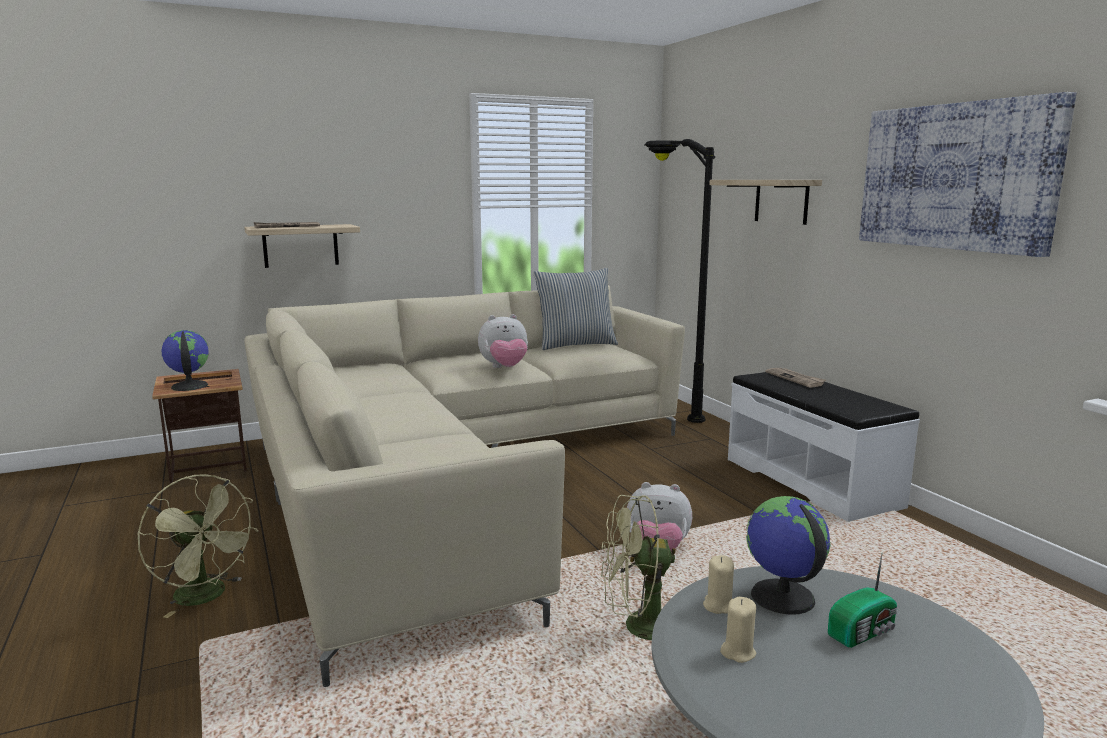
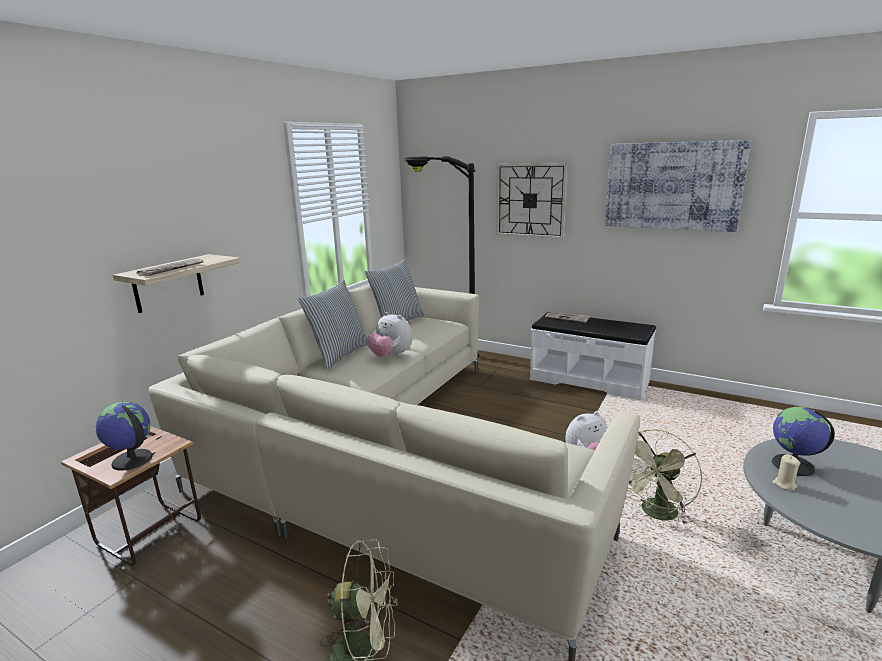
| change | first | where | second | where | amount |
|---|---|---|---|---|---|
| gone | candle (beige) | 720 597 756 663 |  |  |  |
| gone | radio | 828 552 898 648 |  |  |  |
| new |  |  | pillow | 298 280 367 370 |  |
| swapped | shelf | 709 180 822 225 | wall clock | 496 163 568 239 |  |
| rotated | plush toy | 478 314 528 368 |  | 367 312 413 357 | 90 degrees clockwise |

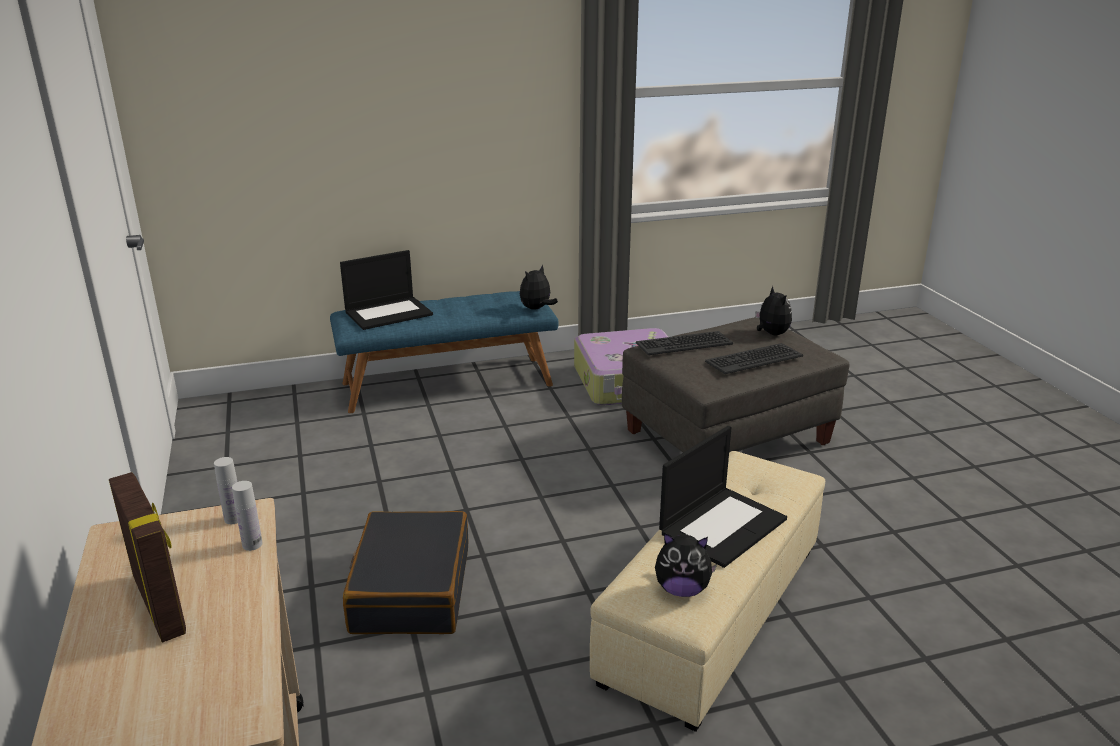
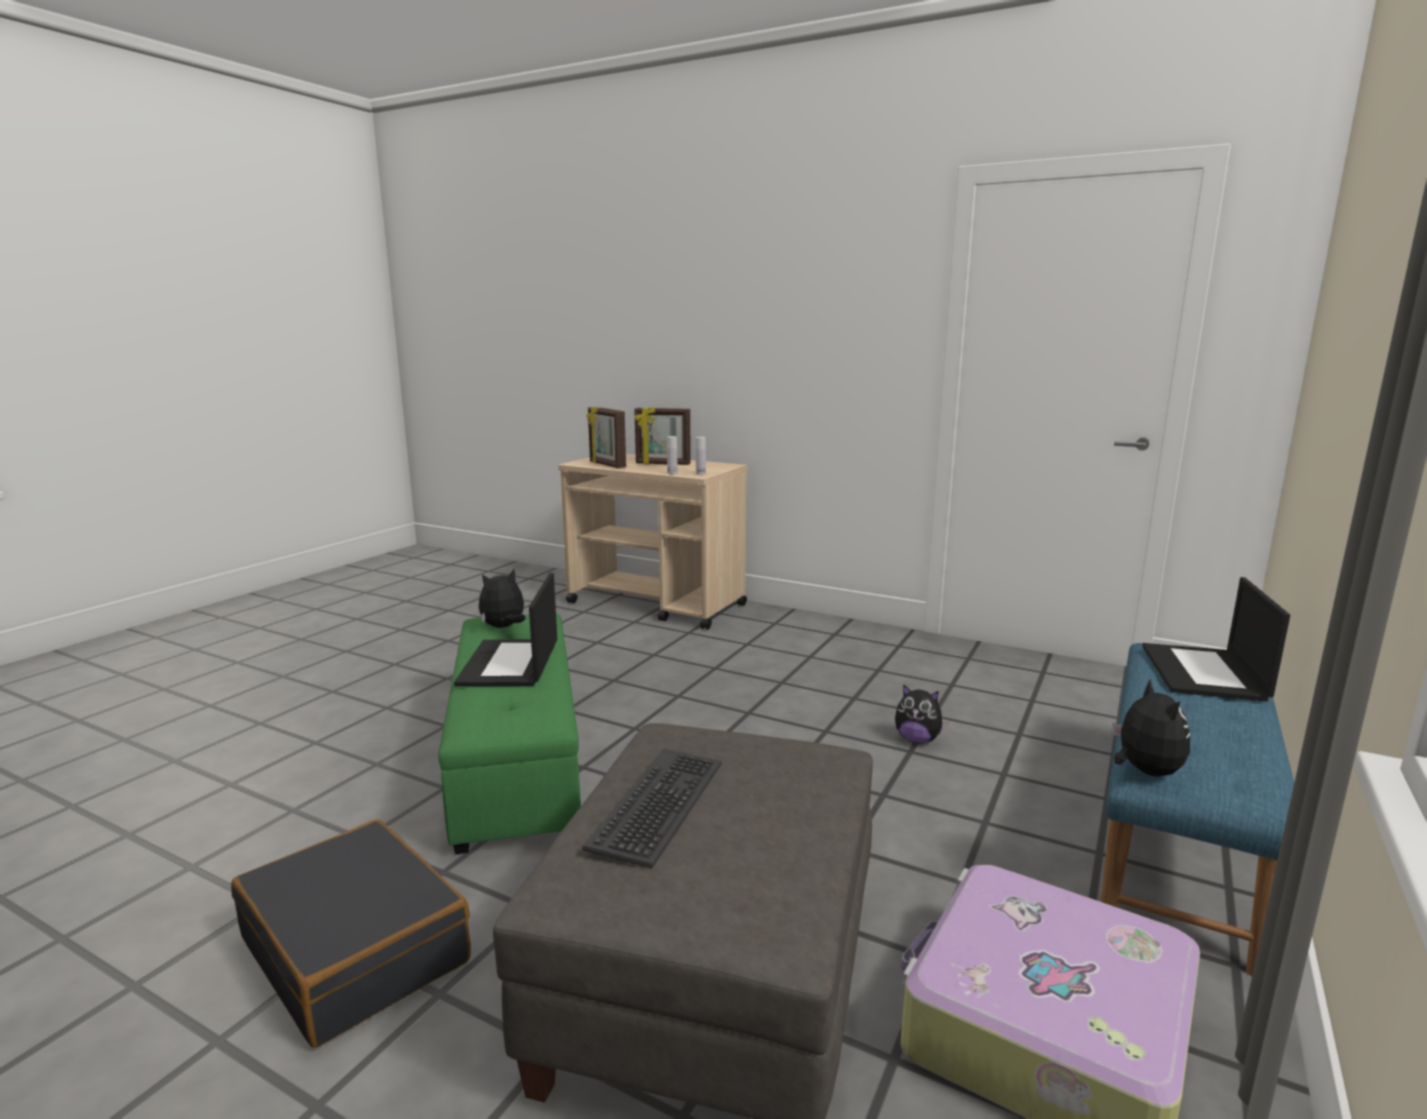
| change | first | where | second | where | amount |
|---|---|---|---|---|---|
| gone | keyboard | 636 331 733 355 |  |  |  |
| new |  |  | picture frame | 586 407 626 468 |  |
| shifted | suitcase (black) | 343 511 468 634 |  | 231 819 471 1048 |  |
| shifted | plush toy | 755 286 792 335 |  | 895 684 949 744 |  |
| repainted | ottoman (beige) | 590 451 825 732 | ottoman (green) | 438 613 581 855 |  |

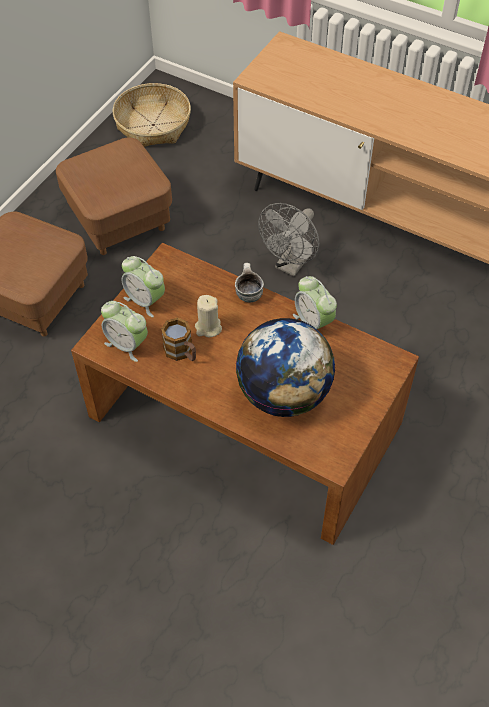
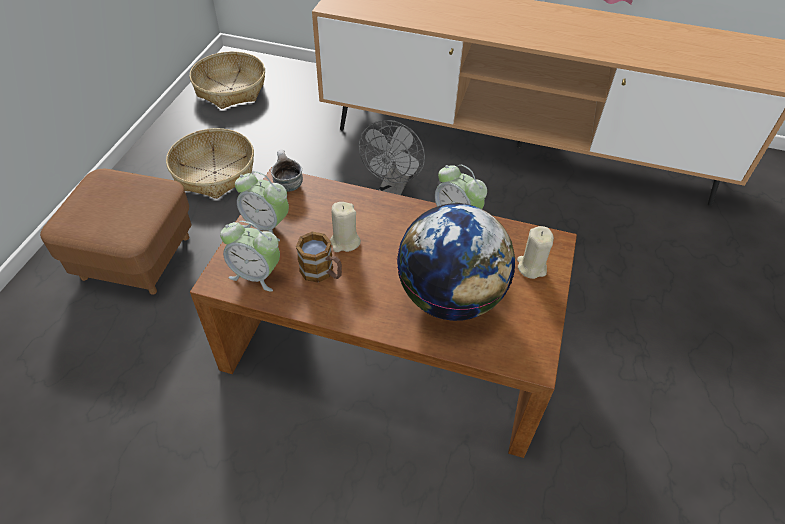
| change | first | where | second | where | amount |
|---|---|---|---|---|---|
| new |  |  | candle (beige) | 517 226 554 279 |  |
| shifted | mug | 235 263 264 303 |  | 271 150 303 192 |  |
| swapped | ottoman (brown) | 56 137 172 255 | basket | 166 128 254 199 |  |

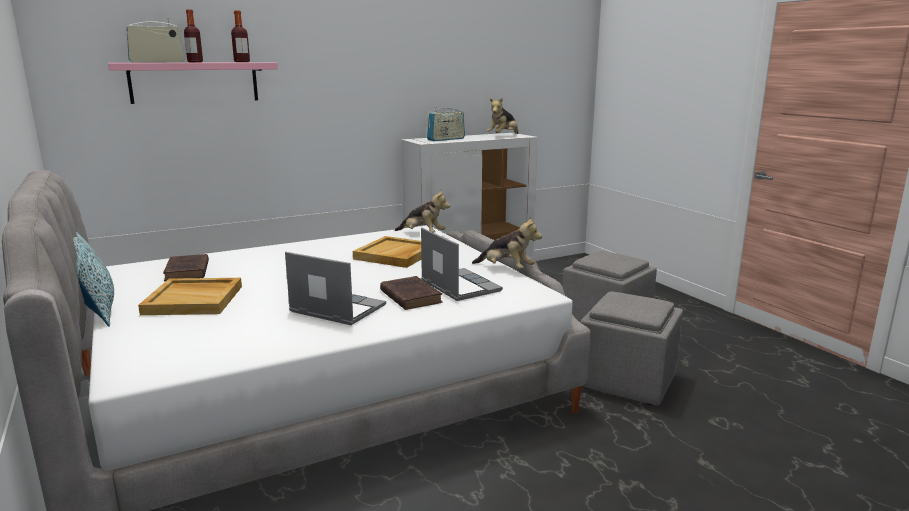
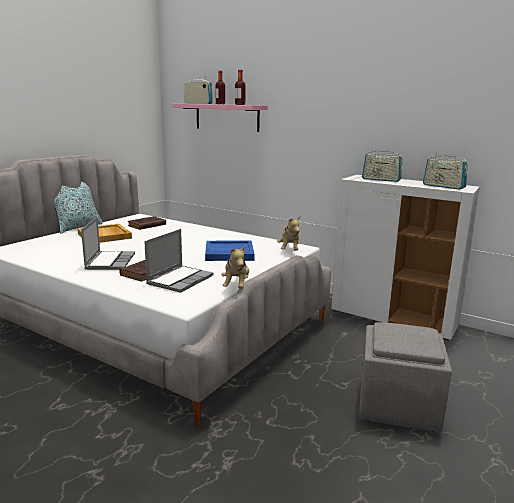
| change | first | where | second | where | amount |
|---|---|---|---|---|---|
| gone | ottoman (grey) | 580 292 683 405 |  |  |  |
| swapped | plush toy | 486 97 518 134 | radio | 423 152 468 190 |  |
| repainted | tray (beige) | 353 236 421 268 | tray (blue) | 205 241 255 261 |  |

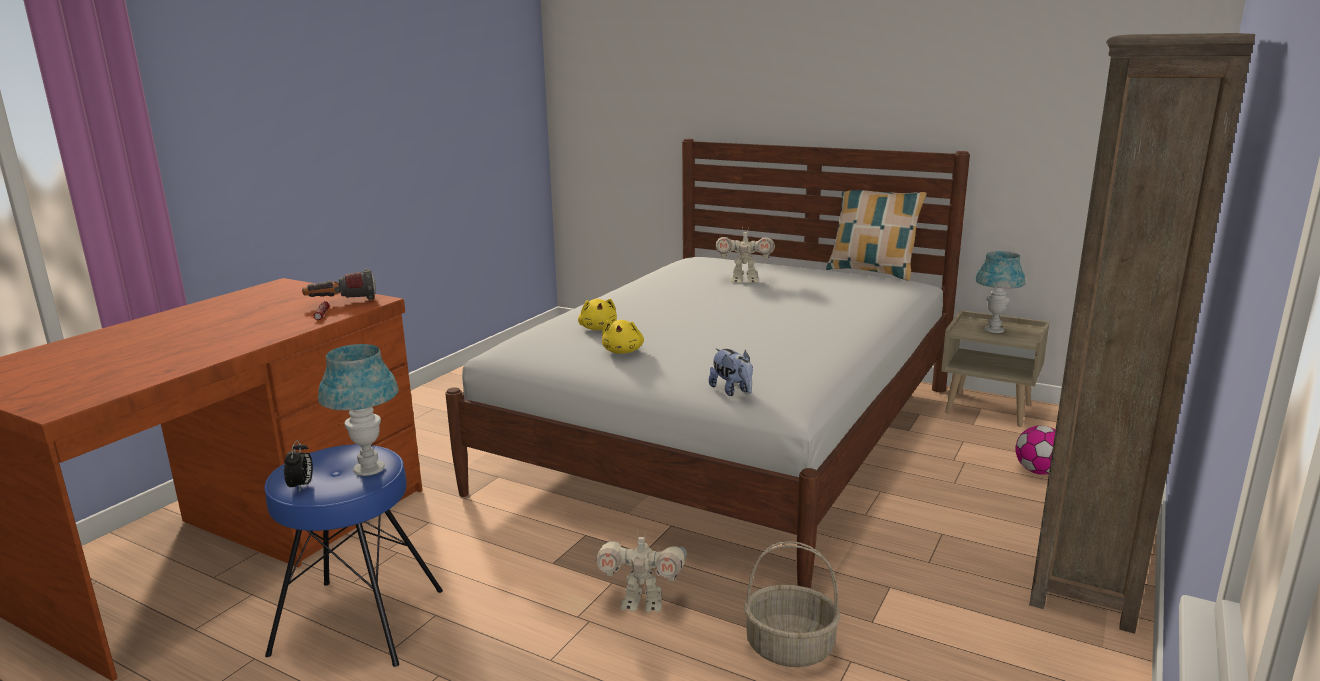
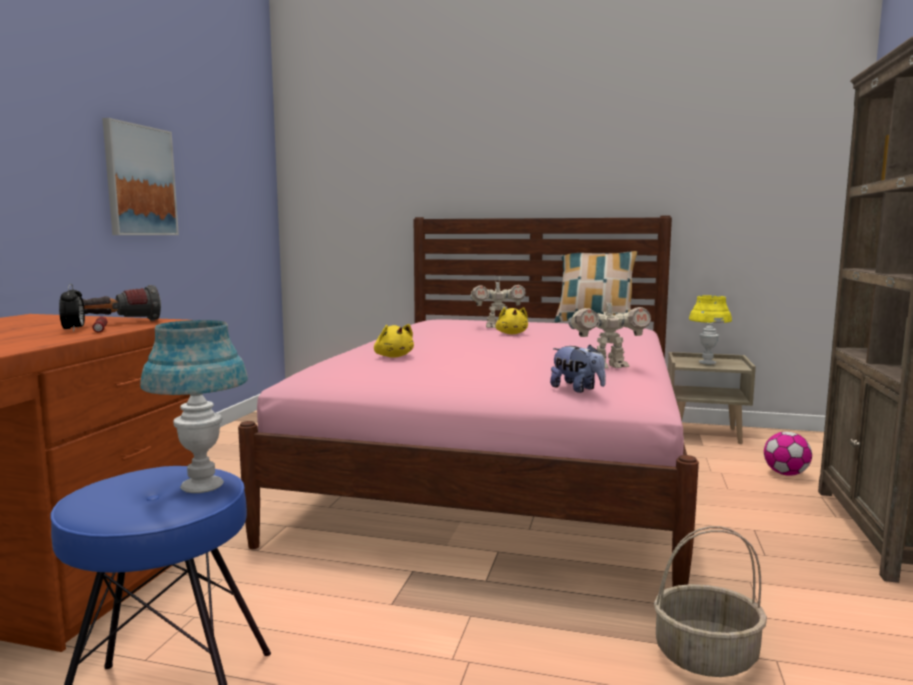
| change | first | where | second | where | amount |
|---|---|---|---|---|---|
| new |  |  | picture | 102 118 179 235 |  |
| shifted | alarm clock | 284 440 313 492 |  | 59 284 85 332 |  |
| shifted | toy robot | 596 530 687 612 |  | 568 295 651 368 |  |
| shifted | plush toy (yellow) | 602 320 644 354 |  | 496 307 528 334 |  |
| repainted | bed (white) | 445 139 970 588 | bed (pink) | 238 216 699 587 |  |
| repainted | table lamp (blue) | 975 251 1026 333 | table lamp (yellow) | 689 295 732 364 |  |

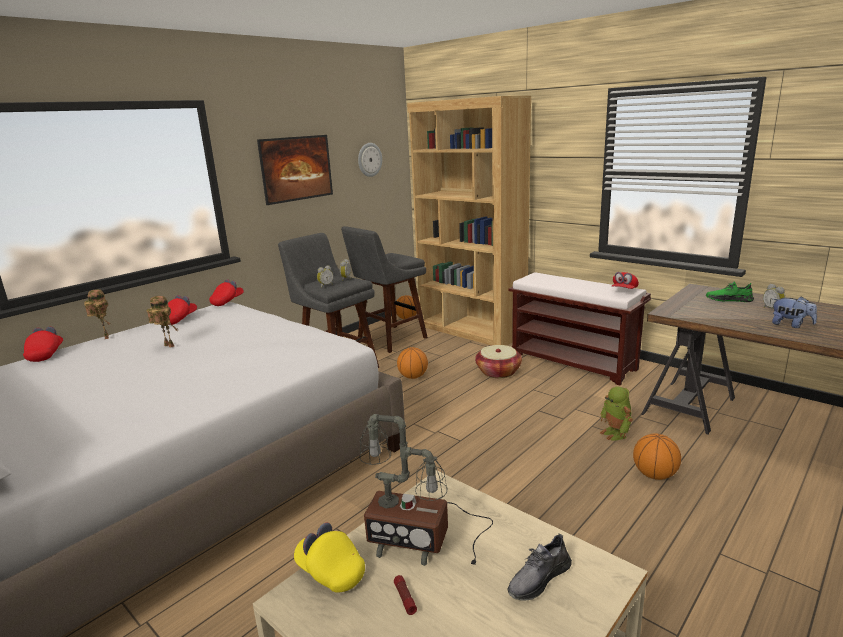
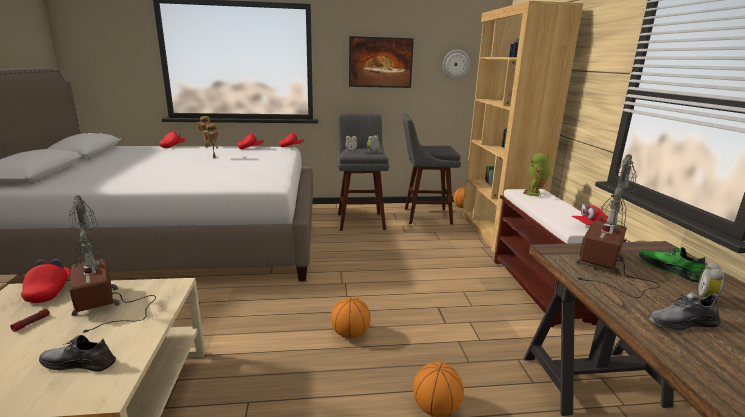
| change | first | where | second | where | amount |
|---|---|---|---|---|---|
| gone | basket | 475 345 522 378 |  |  |  |
| new |  |  | table lamp | 575 154 660 298 |  |
| shifted | basketball | 397 347 428 379 |  | 331 297 371 339 |  |
| shifted | toy robot | 600 387 633 441 |  | 523 153 550 197 |  |
| swapped | plush toy | 772 296 817 328 | shoe (grey) | 648 292 721 331 |  |
| repainted | cap (yellow) | 294 522 365 593 | cap (red) | 21 259 71 303 |  |

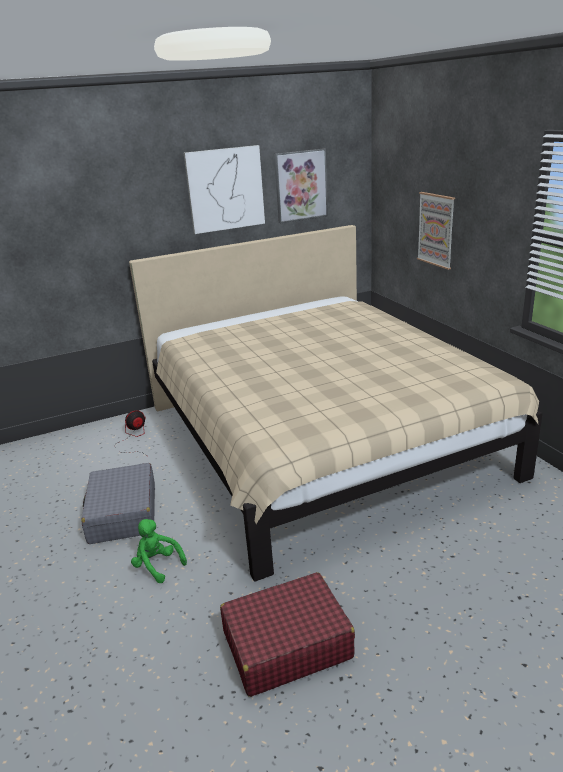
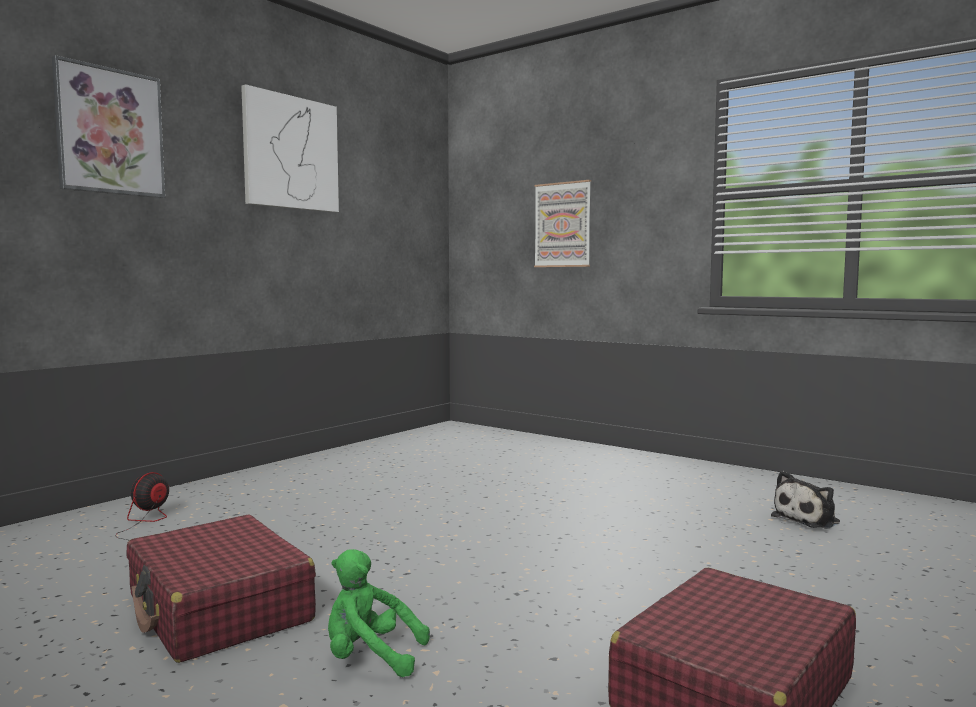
| change | first | where | second | where | amount |
|---|---|---|---|---|---|
| gone | bed (beige) | 129 225 543 582 |  |  |  |
| new |  |  | plush toy | 771 471 840 529 |  |
| shifted | picture | 274 148 328 223 |  | 52 55 165 198 |  |
| repainted | suitcase (grey) | 81 463 155 544 | suitcase (red) | 126 515 316 663 |  |

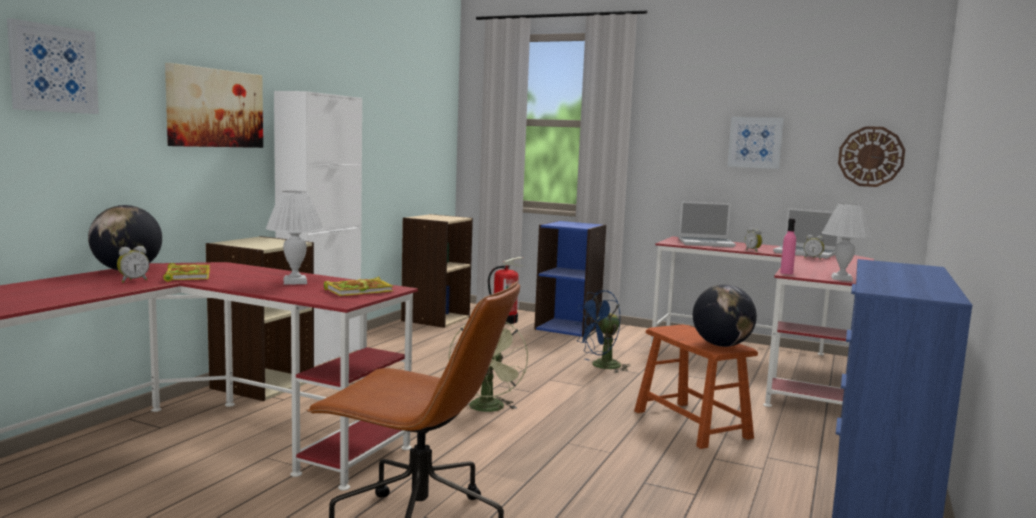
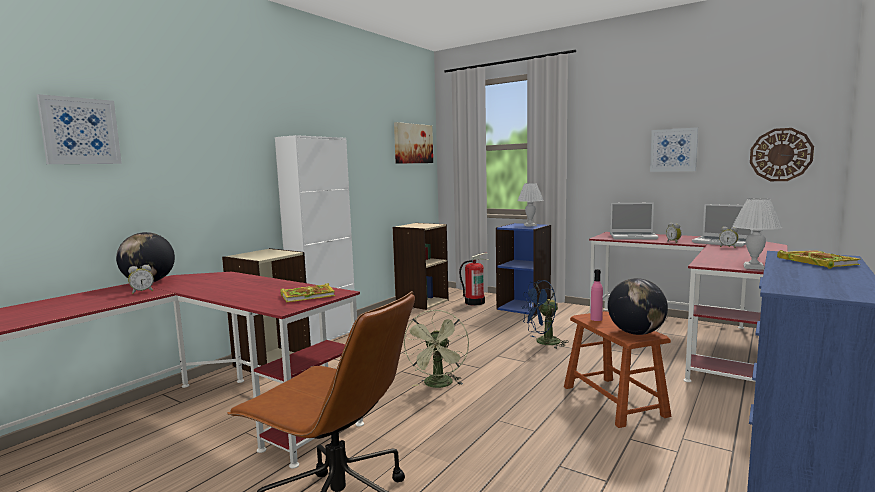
| change | first | where | second | where | amount |
|---|---|---|---|---|---|
| shifted | book | 163 263 210 282 |  | 777 250 860 269 |  |
| shifted | picture | 165 63 263 148 |  | 394 122 433 164 |  |
| shifted | table lamp (white) | 266 191 324 285 |  | 518 183 544 227 |  |
| shifted | bottle (pink) | 780 219 796 274 |  | 591 269 603 321 |  |

